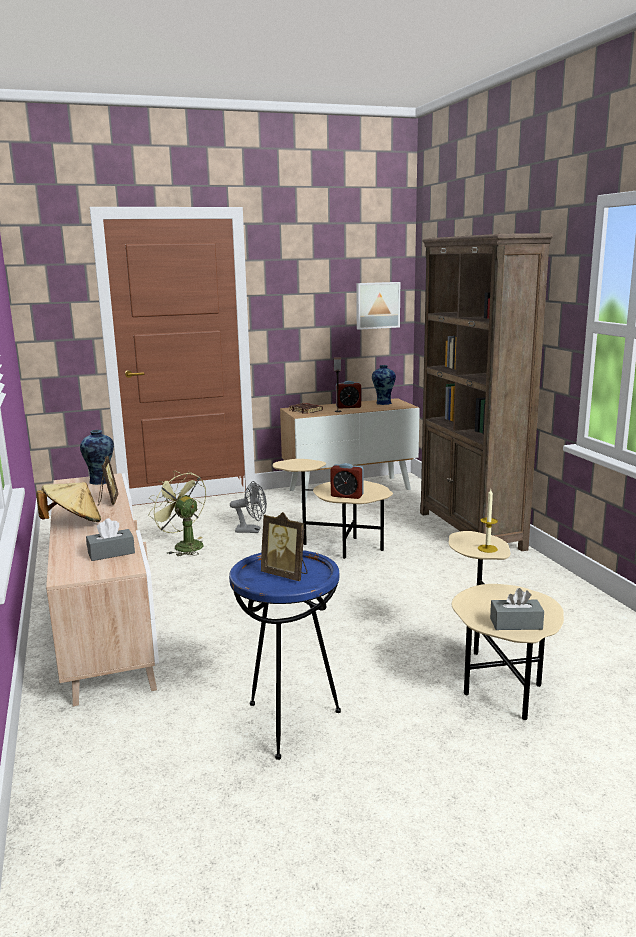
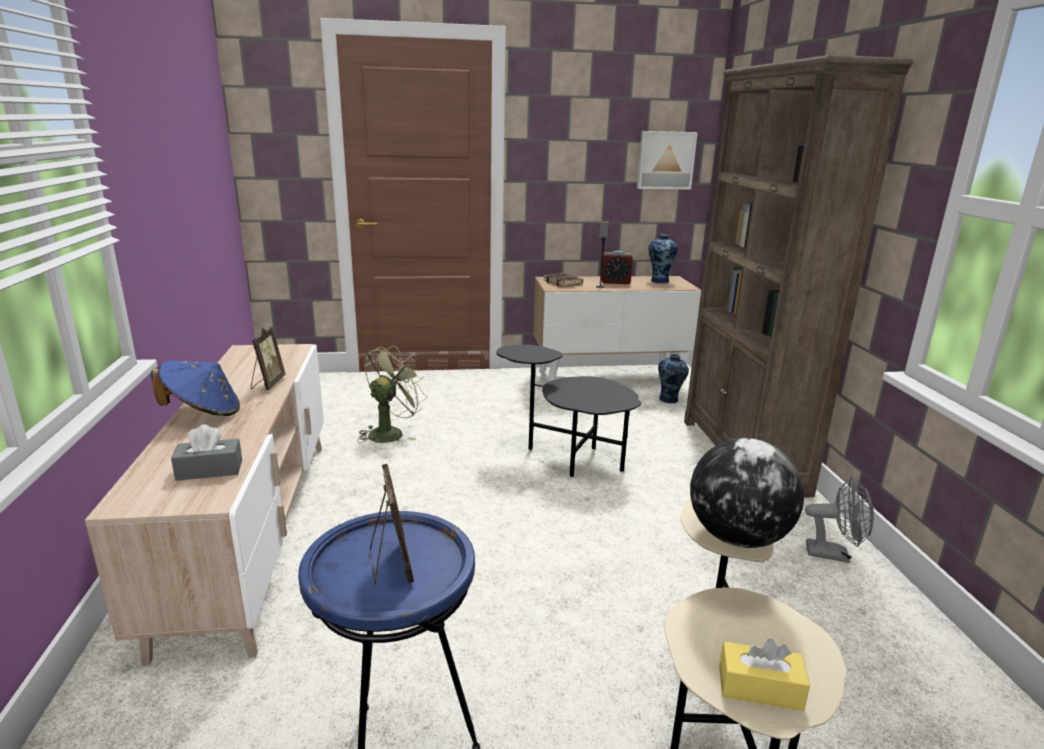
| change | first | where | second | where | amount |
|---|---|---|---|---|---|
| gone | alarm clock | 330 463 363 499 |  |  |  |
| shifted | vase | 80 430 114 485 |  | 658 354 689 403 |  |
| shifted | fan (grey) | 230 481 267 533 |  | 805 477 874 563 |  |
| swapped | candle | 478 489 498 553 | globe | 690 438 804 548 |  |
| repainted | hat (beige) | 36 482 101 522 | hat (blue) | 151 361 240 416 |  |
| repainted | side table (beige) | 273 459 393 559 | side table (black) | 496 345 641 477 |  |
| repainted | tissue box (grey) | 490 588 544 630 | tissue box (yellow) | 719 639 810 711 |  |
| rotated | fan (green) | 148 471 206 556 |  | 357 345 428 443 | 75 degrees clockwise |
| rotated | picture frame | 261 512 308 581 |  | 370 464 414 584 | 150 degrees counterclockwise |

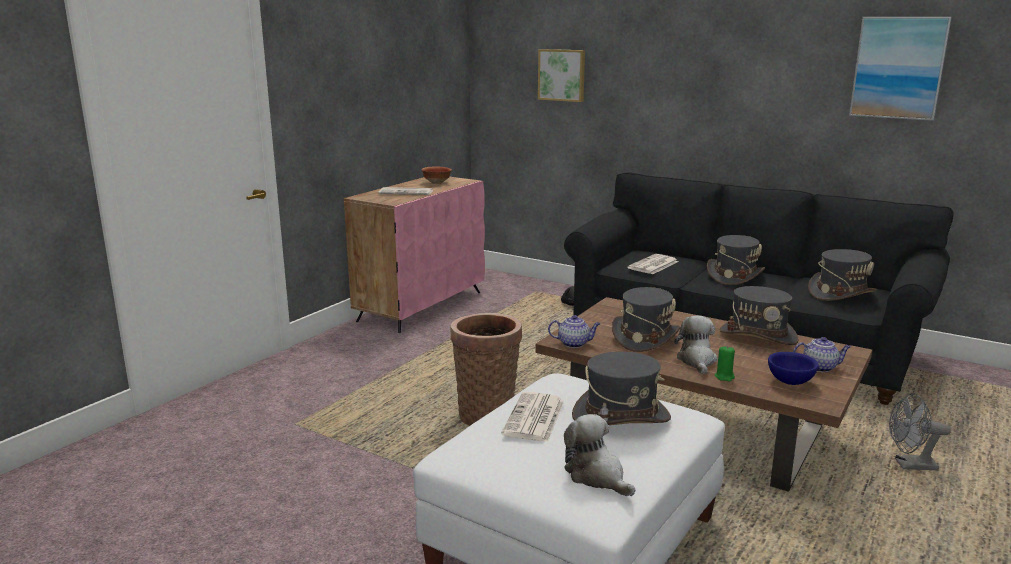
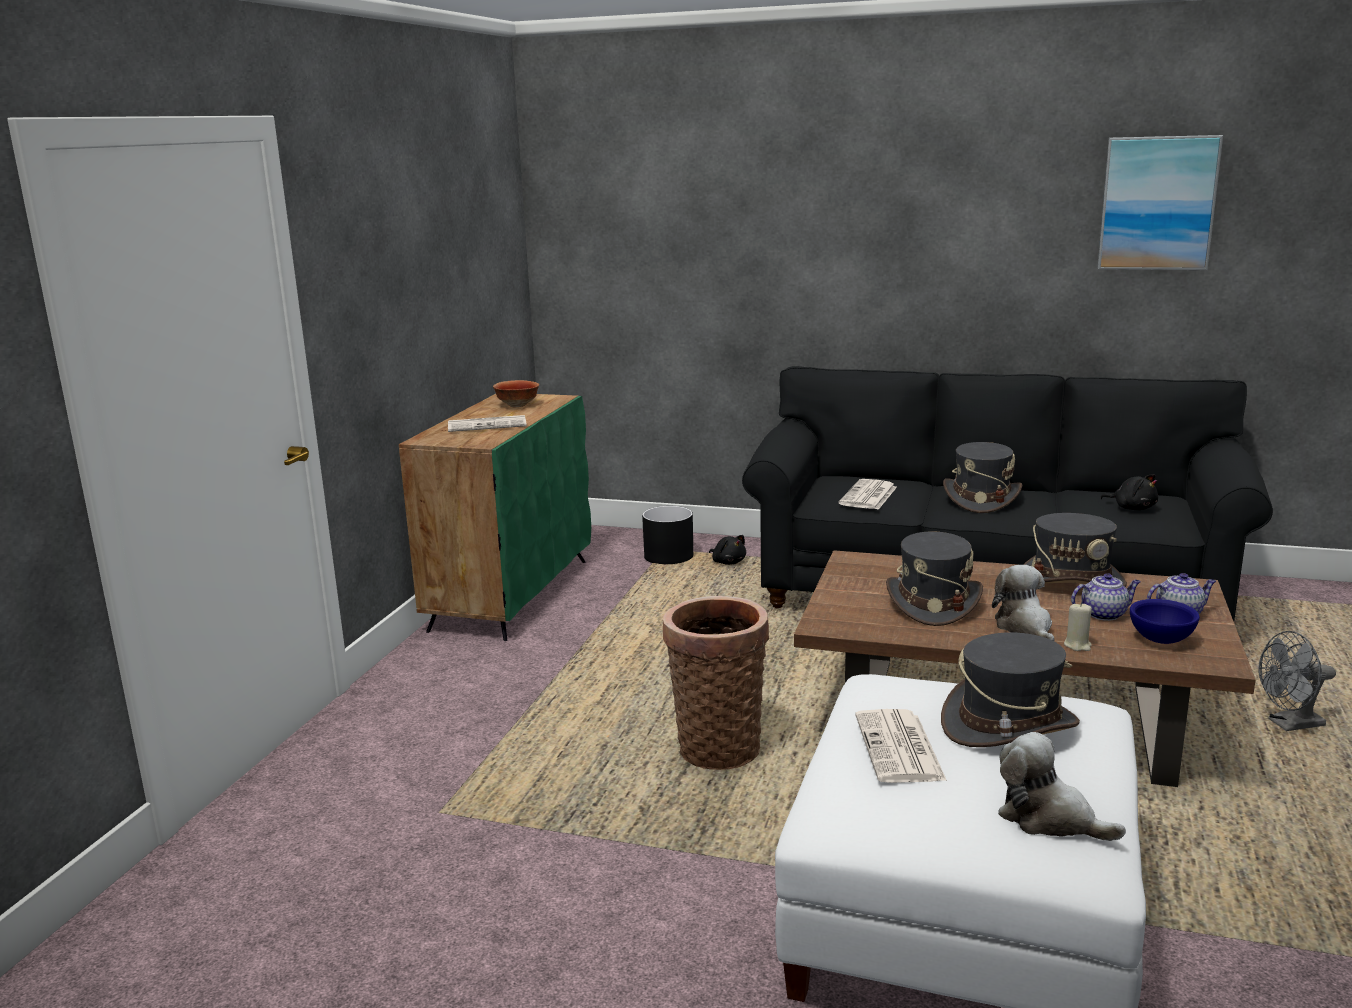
| change | first | where | second | where | amount |
|---|---|---|---|---|---|
| gone | picture | 538 49 585 102 |  |  |  |
| new |  |  | planter (black) | 642 506 693 564 |  |
| shifted | teapot | 548 315 600 348 |  | 1071 573 1141 621 |  |
| swapped | hat (grey) | 808 249 877 301 | plush toy (black) | 1100 474 1158 510 |  |
| repainted | cabinet (pink) | 344 177 485 333 | cabinet (green) | 399 394 591 641 |  |
| repainted | candle (green) | 715 346 735 382 | candle (beige) | 1064 602 1092 651 |  |

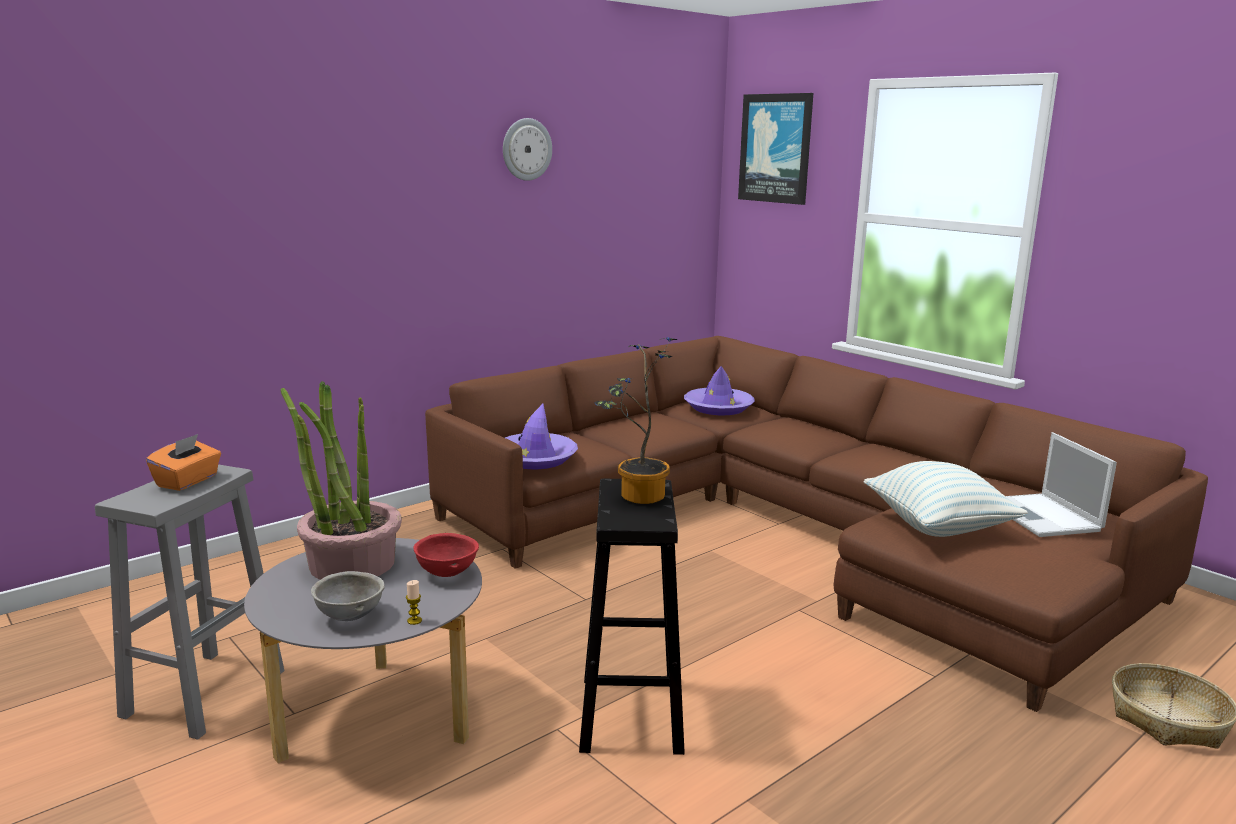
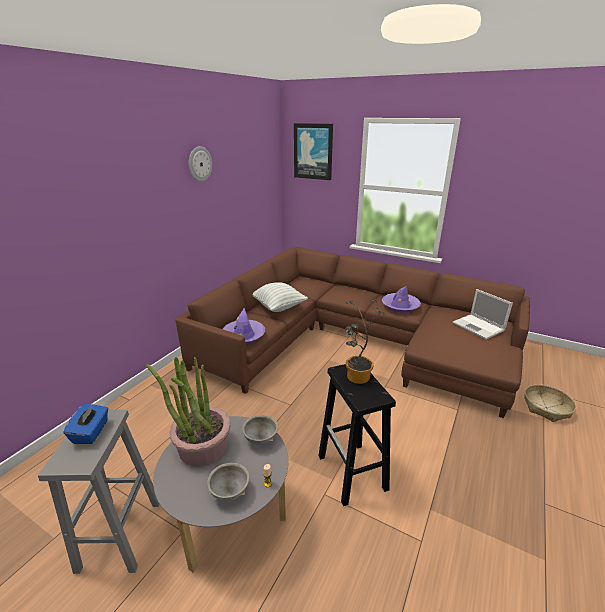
| change | first | where | second | where | amount |
|---|---|---|---|---|---|
| shifted | hat (purple) | 684 366 755 415 |  | 382 286 421 313 |  |
| shifted | pillow | 864 461 1028 537 |  | 252 282 308 312 |  |
| repainted | tissue box (orange) | 146 434 221 491 | tissue box (blue) | 63 403 108 444 |  |
| repainted | bowl (red) | 414 533 479 577 | bowl (grey) | 242 415 278 445 |  |

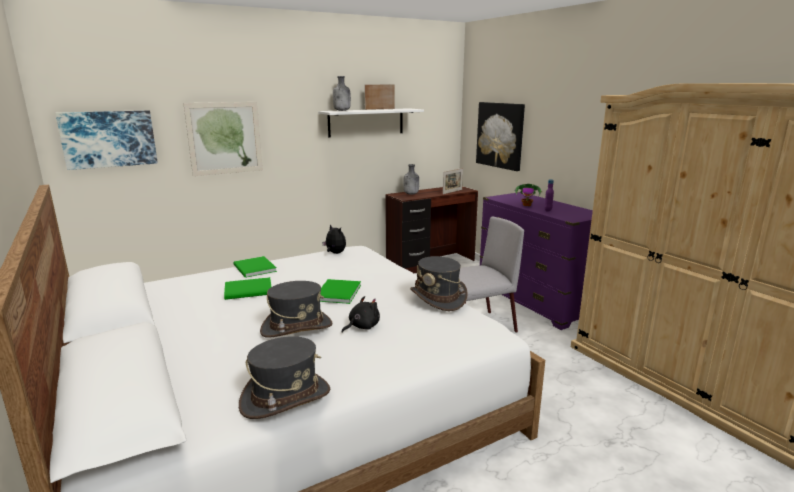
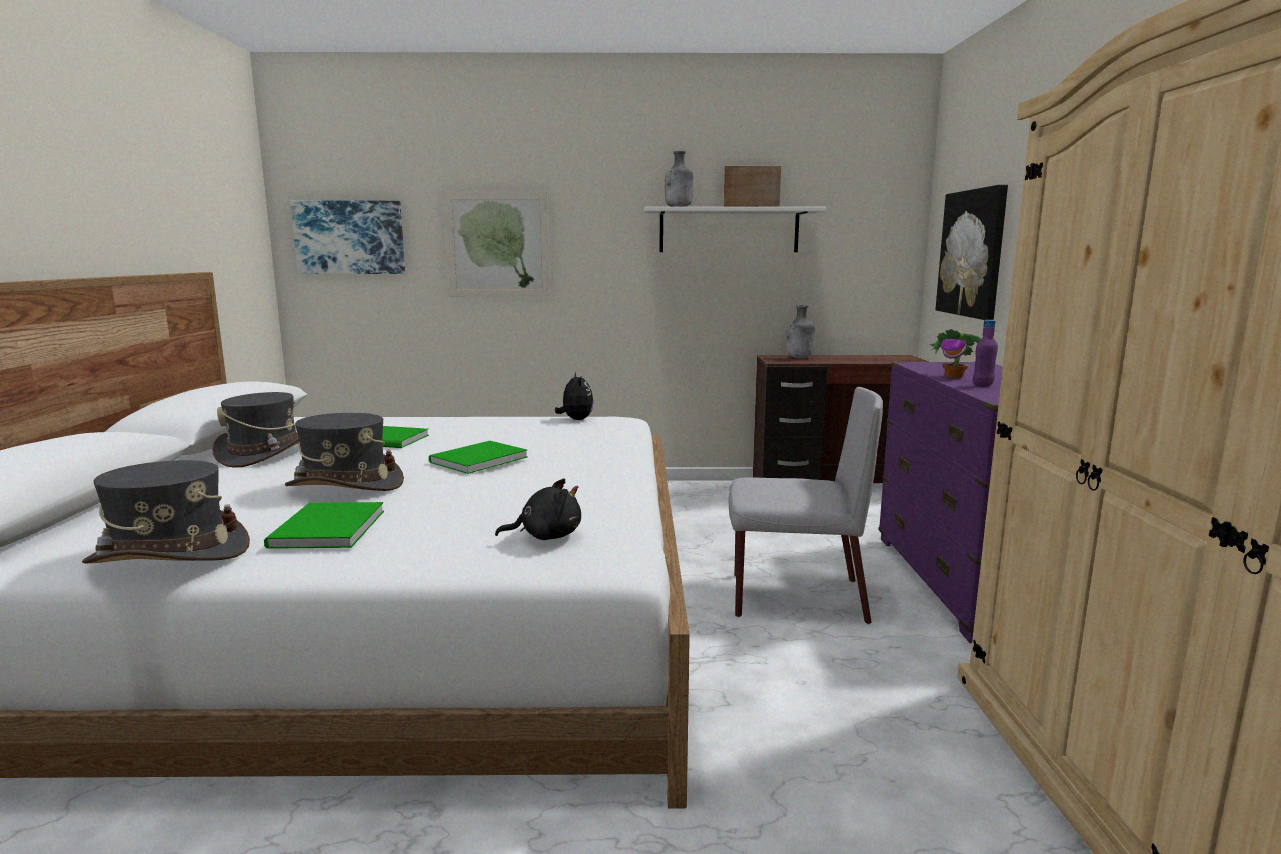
| change | first | where | second | where | amount |
|---|---|---|---|---|---|
| gone | picture frame | 443 168 463 194 |  |  |  |
| shifted | book (green) | 233 256 277 278 |  | 264 502 384 549 |  |
| shifted | plush toy (black) | 341 296 380 333 |  | 495 479 581 540 |  |
| shifted | hat (grey) | 410 256 468 311 |  | 212 392 299 468 |  |

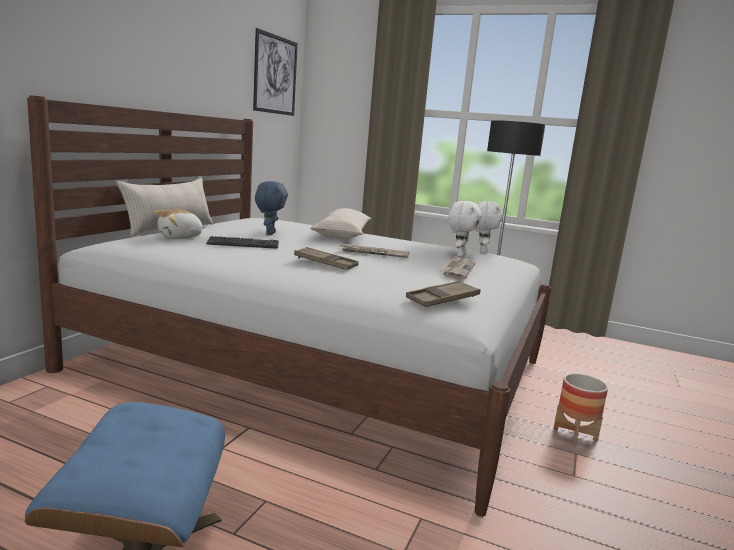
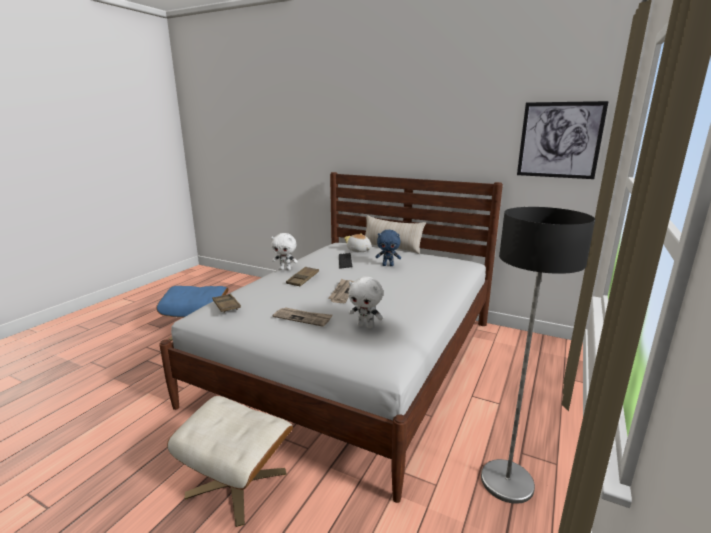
| change | first | where | second | where | amount |
|---|---|---|---|---|---|
| gone | pillow (beige) | 310 208 371 239 |  |  |  |
| shifted | plush toy (white) | 476 201 503 253 |  | 271 233 298 270 |  |
| swapped | planter | 553 374 608 445 | ottoman (beige) | 167 396 293 527 |  |

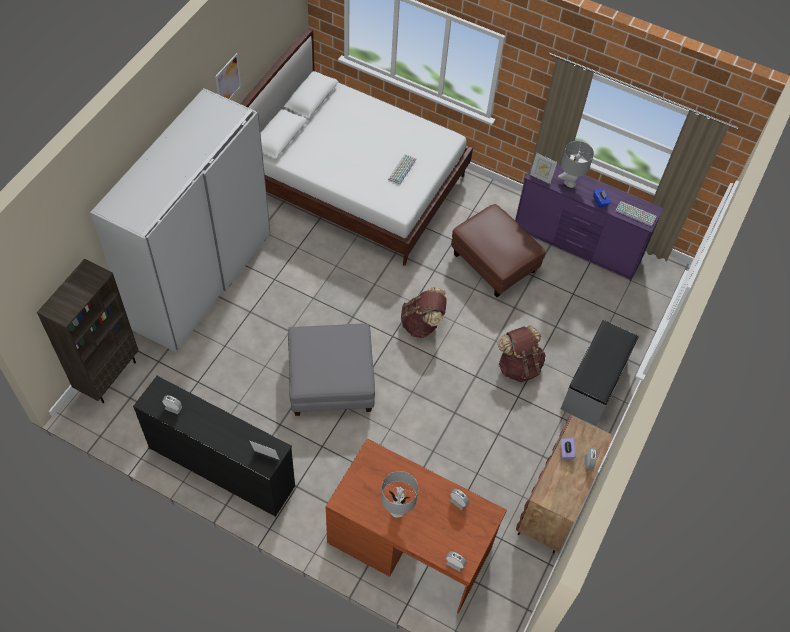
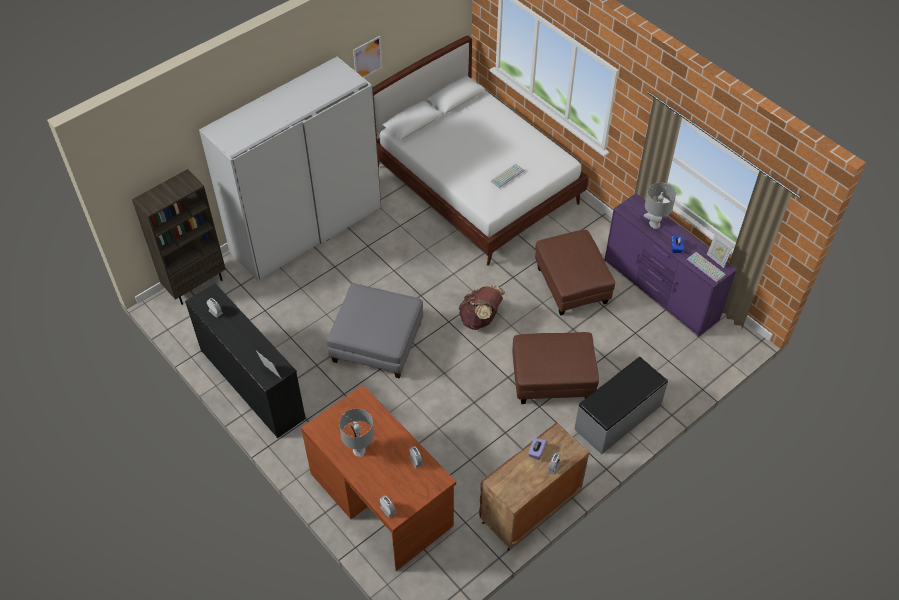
| change | first | where | second | where | amount |
|---|---|---|---|---|---|
| shifted | picture frame | 530 153 557 184 |  | 707 234 733 268 |  |
| swapped | backpack (brown) | 498 326 545 382 | ottoman (brown) | 512 332 599 404 |  |

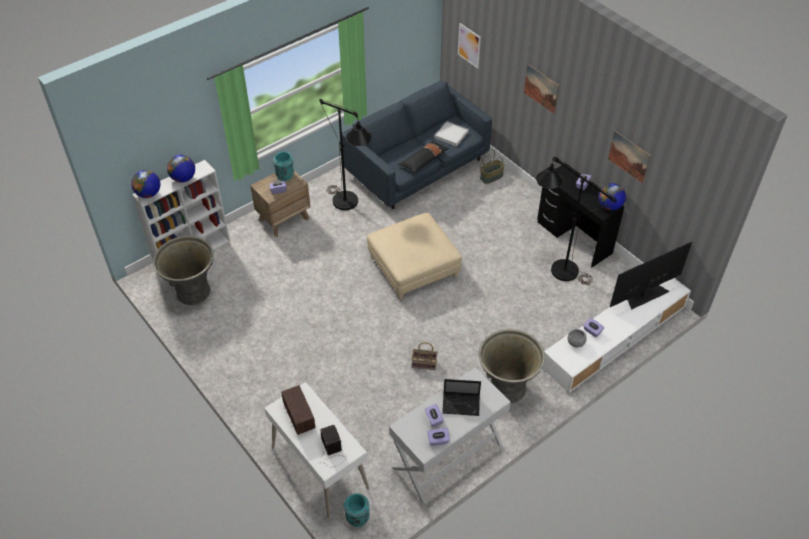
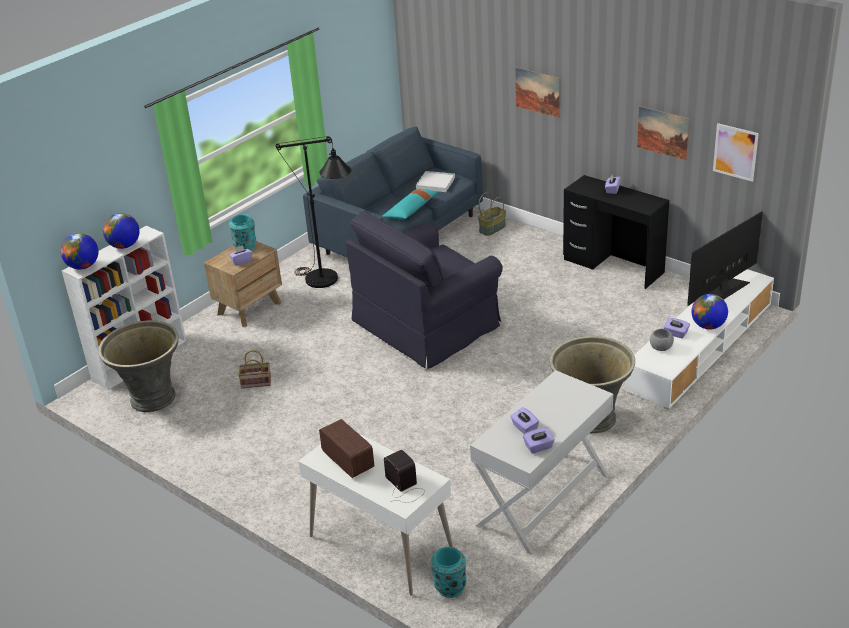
| change | first | where | second | where | amount |
|---|---|---|---|---|---|
| gone | laptop | 442 379 481 416 |  |  |  |
| gone | floor lamp (black) | 536 157 617 285 |  |  |  |
| shifted | basket | 412 342 438 370 |  | 238 350 271 389 |  |
| shifted | picture | 458 23 481 69 |  | 713 123 759 182 |  |
| shifted | globe | 598 183 626 210 |  | 691 294 728 329 |  |
| swapped | ottoman (beige) | 367 213 462 299 | armchair (black) | 345 211 503 369 |  |
| repainted | pillow (black) | 399 140 449 172 | pillow (turquoise) | 382 189 438 219 |  |

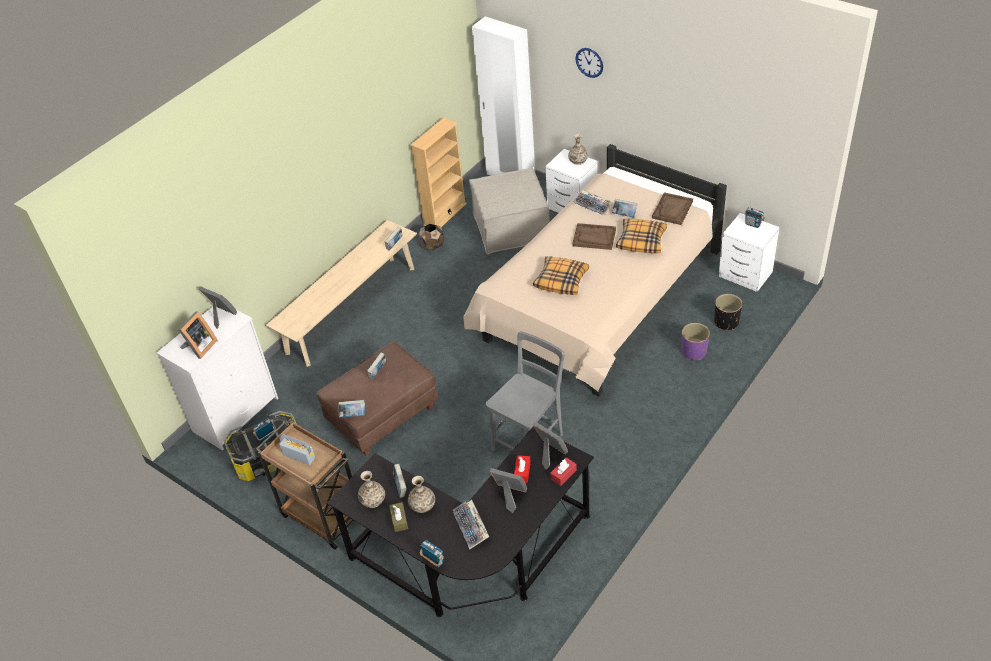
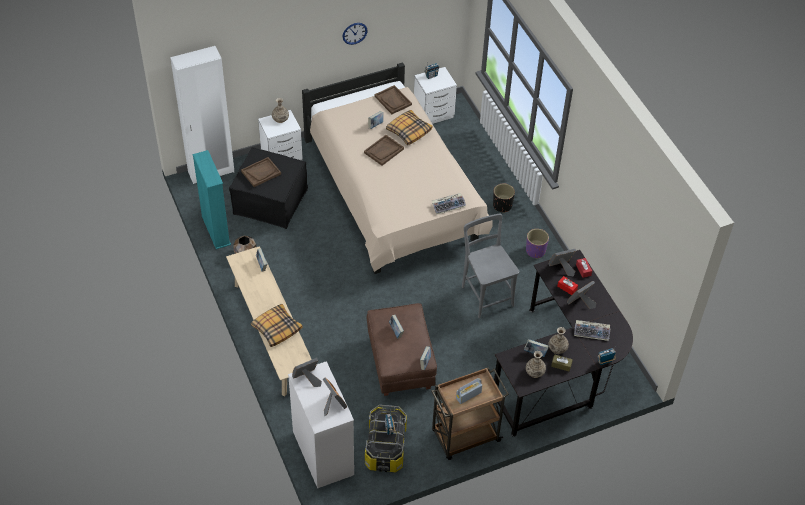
| change | first | where | second | where | amount |
|---|---|---|---|---|---|
| new |  |  | tray (brown) | 241 157 281 187 |  |
| shifted | pillow | 533 256 589 295 |  | 251 304 303 347 |  |
| shifted | keyboard | 573 190 613 217 |  | 432 193 466 215 |  |
| shifted | wall clock | 575 48 603 78 |  | 342 23 368 45 |  |
| shifted | planter (purple) | 682 323 710 360 |  | 526 229 549 259 |  |
| shifted | planter (black) | 714 294 743 330 |  | 493 184 515 213 |  |
| repainted | bookcase (beige) | 410 118 467 227 | bookcase (turquoise) | 193 150 231 249 |  |
| repainted | ottoman (beige) | 469 167 550 255 | ottoman (black) | 229 147 308 229 |  |

